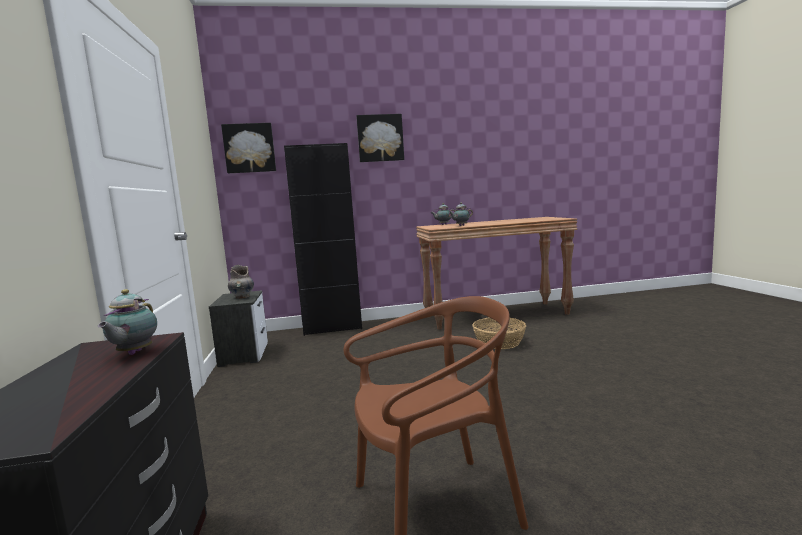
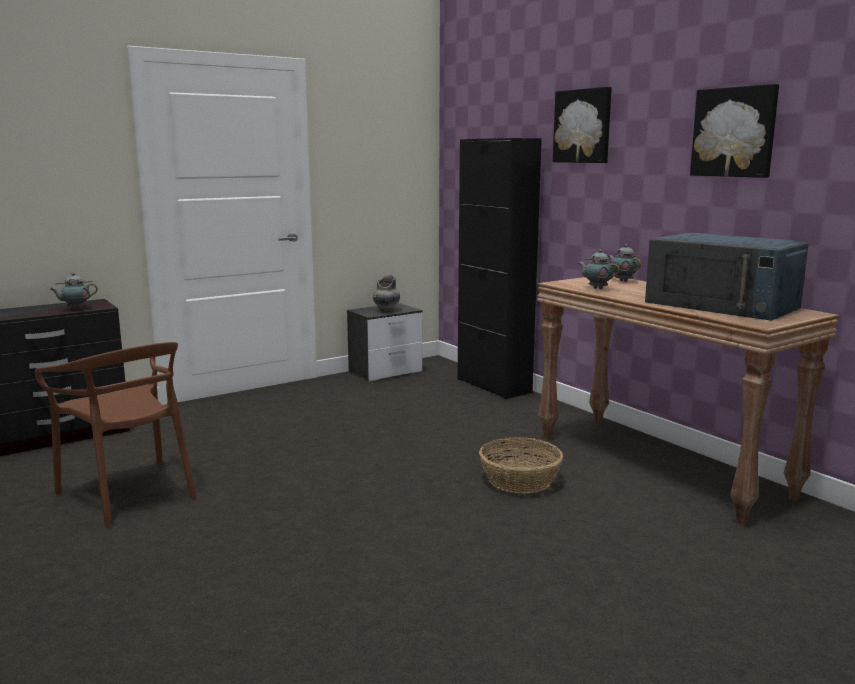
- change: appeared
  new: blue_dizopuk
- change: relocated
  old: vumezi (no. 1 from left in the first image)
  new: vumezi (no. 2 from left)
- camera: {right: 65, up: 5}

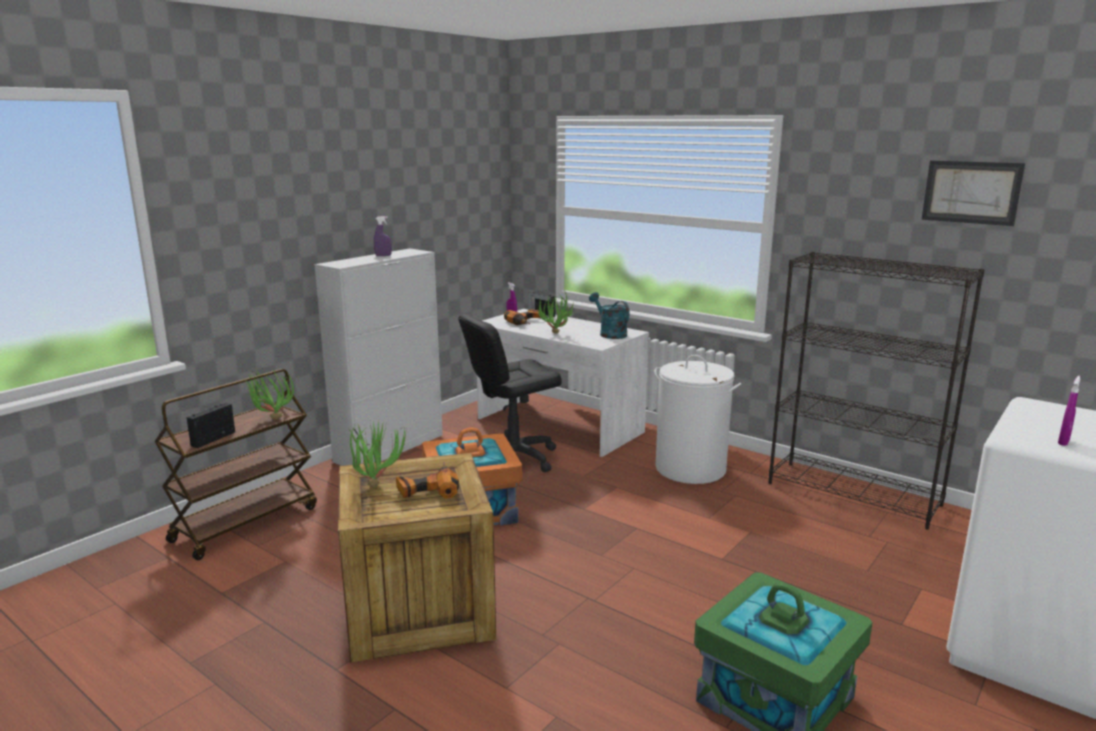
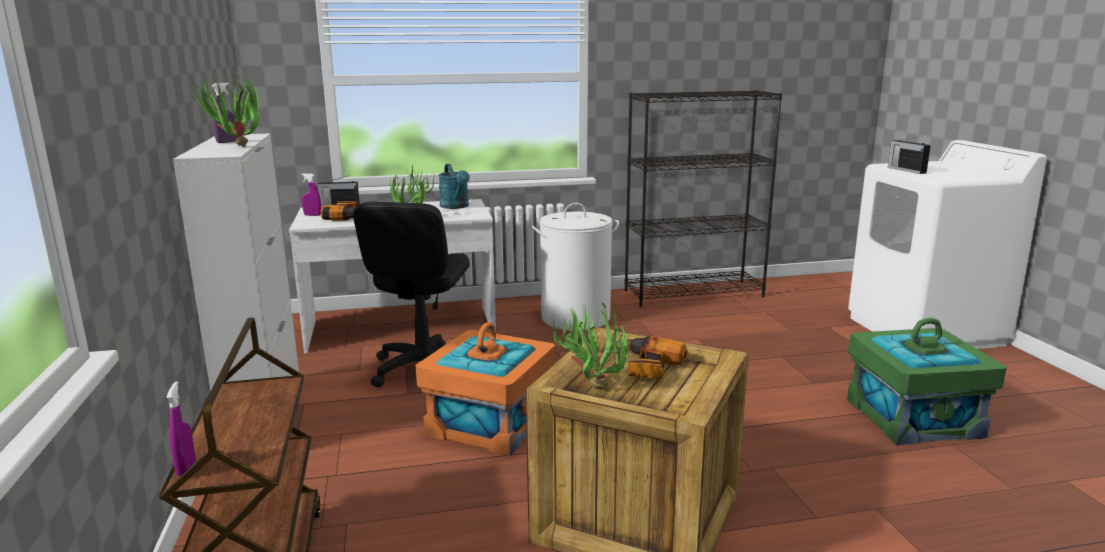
- change: relocated
  old: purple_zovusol (no. 3 from left in the first image)
  new: purple_zovusol (no. 1 from left)
- change: relocated
  old: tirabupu (no. 1 from left)
- change: spun
  old: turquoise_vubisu
  degrees: -120
- change: relocated
  old: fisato (no. 1 from left in the first image)
  new: fisato (no. 2 from left)
- change: missing
  old: vumezi
- camera: {right: -50, up: 0}

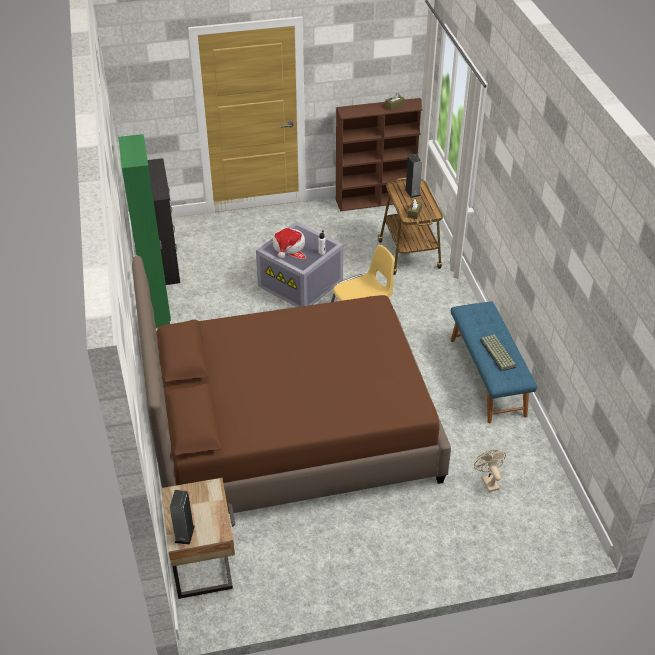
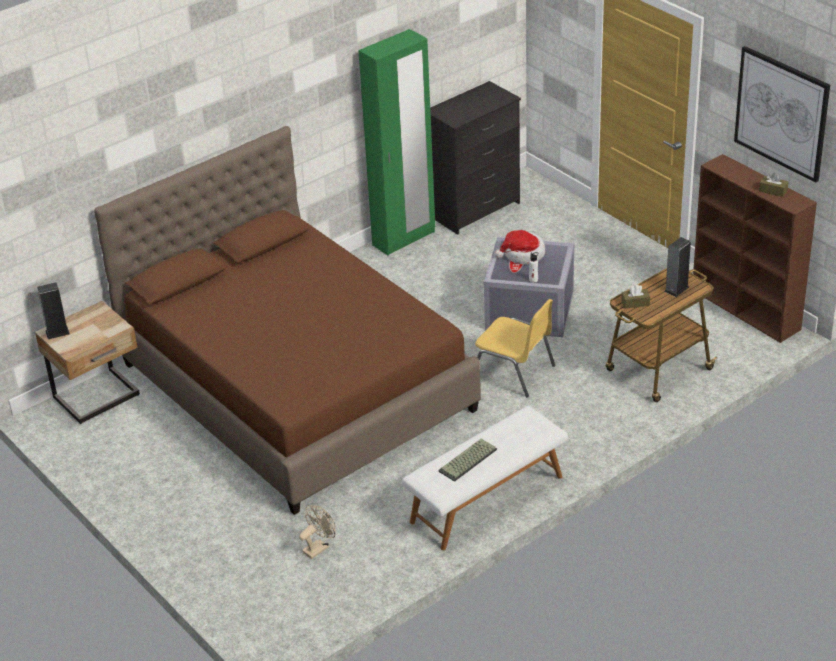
- change: colour
  old: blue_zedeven
  new: white_zedeven
- change: appeared
  new: vumezi
- camera: {right: 65, up: -5}

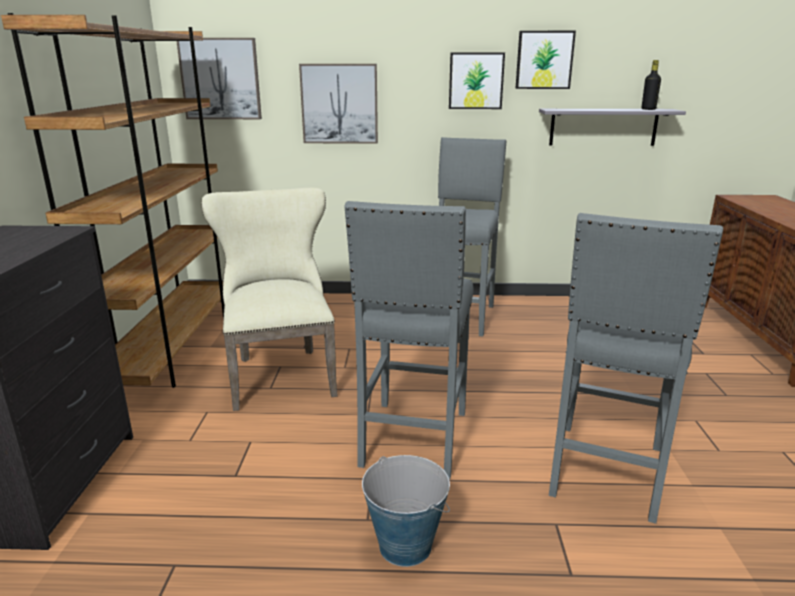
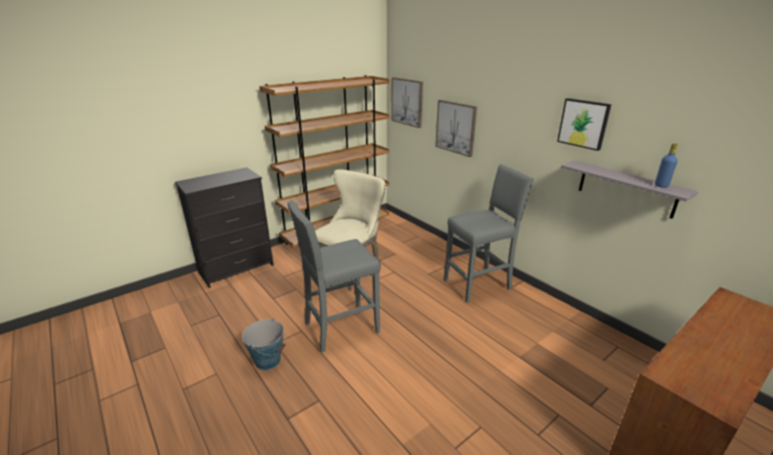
- change: colour
  old: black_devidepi
  new: blue_devidepi
- change: missing
  old: vumezi (no. 3 from left)
- change: missing
  old: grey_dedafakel (no. 3 from left)
- camera: {right: 50, up: 5}

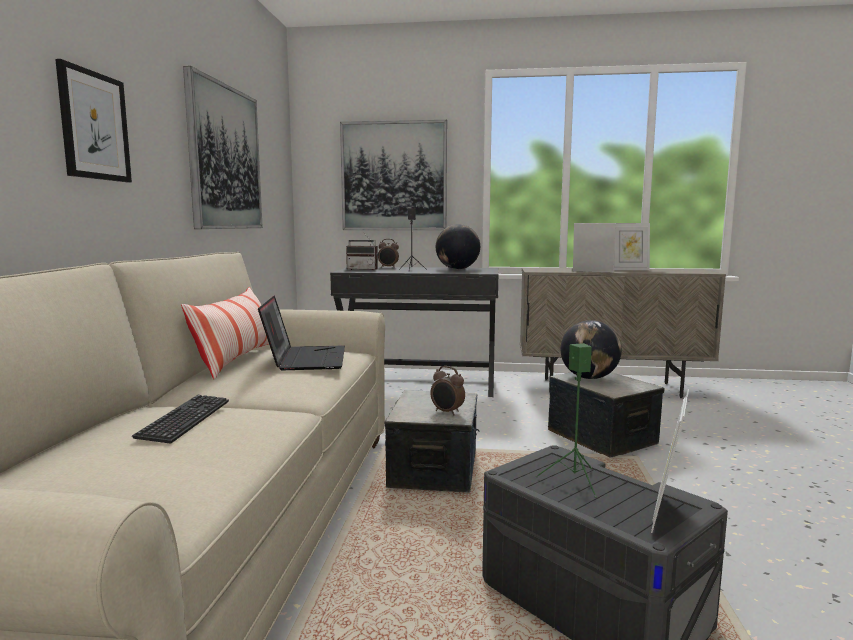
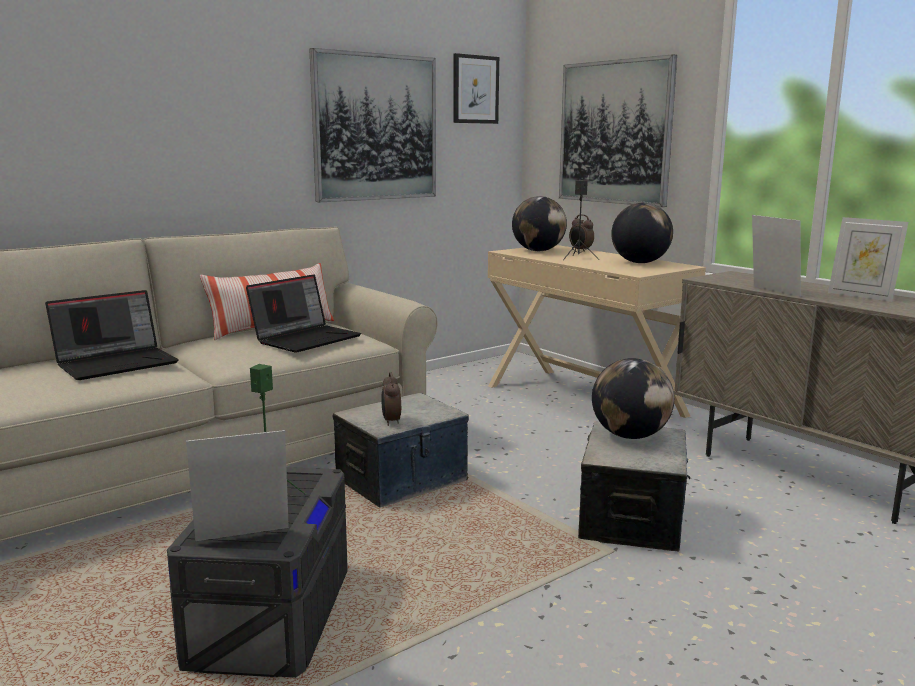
- change: exchanged
  old: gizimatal
  new: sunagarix (no. 1 from left)
- change: relocated
  old: vumezi (no. 1 from left in the first image)
  new: vumezi (no. 2 from left)
- change: colour
  old: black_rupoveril
  new: beige_rupoveril
- change: exchanged
  old: fisato
  new: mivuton (no. 1 from left)
- camera: {right: 45, up: 5}

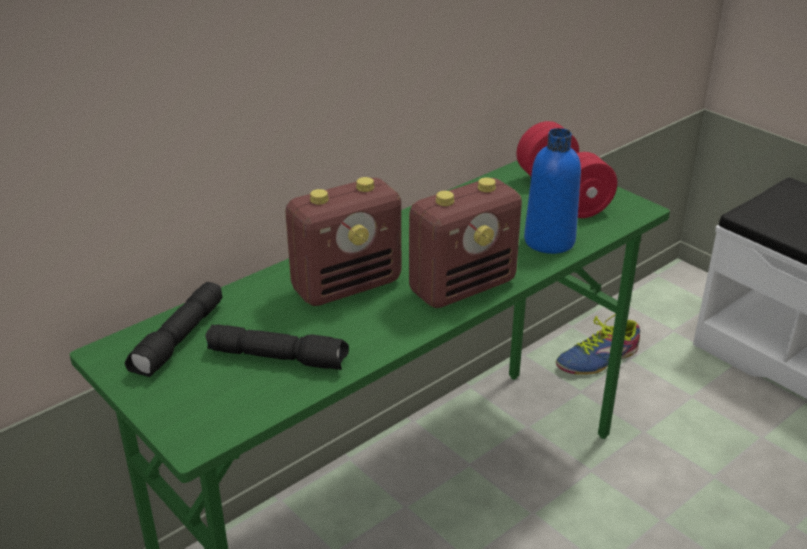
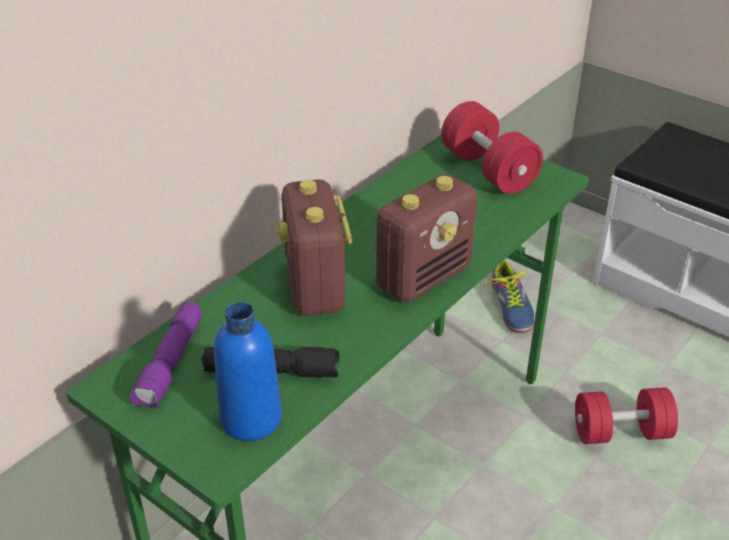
- change: colour
  old: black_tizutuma (no. 1 from left)
  new: purple_tizutuma
- change: relocated
  old: blue_devidepi
- change: spun
  old: fisato (no. 1 from left)
  degrees: 120
- change: spun
  old: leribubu
  degrees: -60
- change: appeared
  new: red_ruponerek (no. 2 from left)
- camera: {right: -10, up: 5}

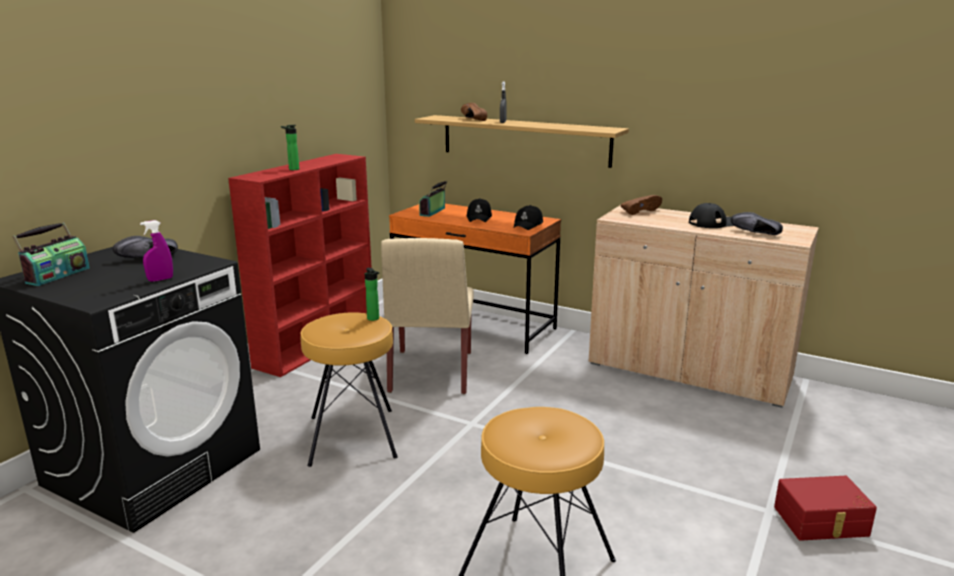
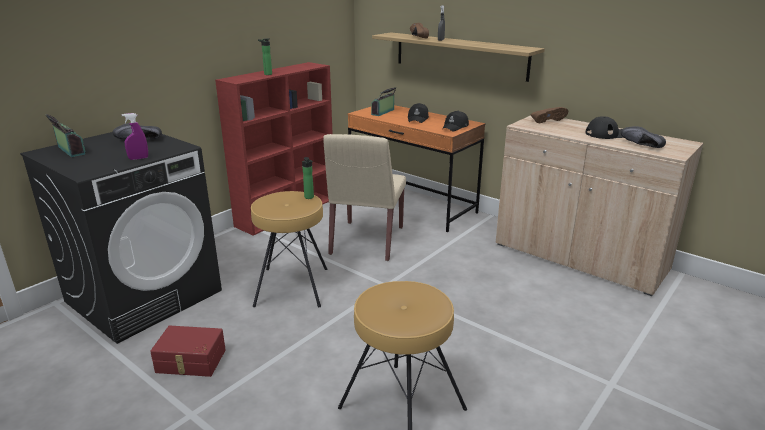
- change: spun
  old: fisato (no. 1 from left)
  degrees: -75
- change: relocated
  old: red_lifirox
- camera: {right: 10, up: 5}

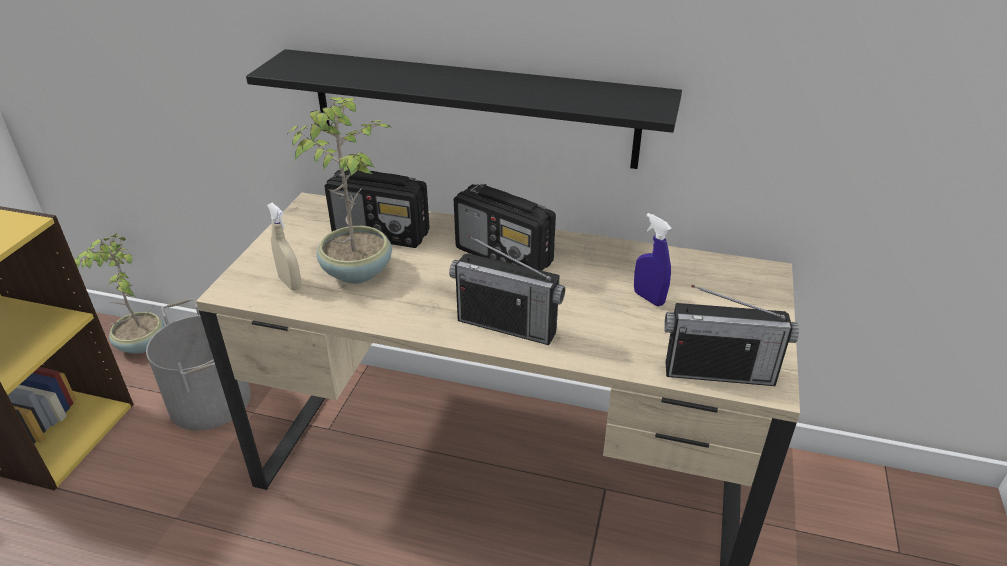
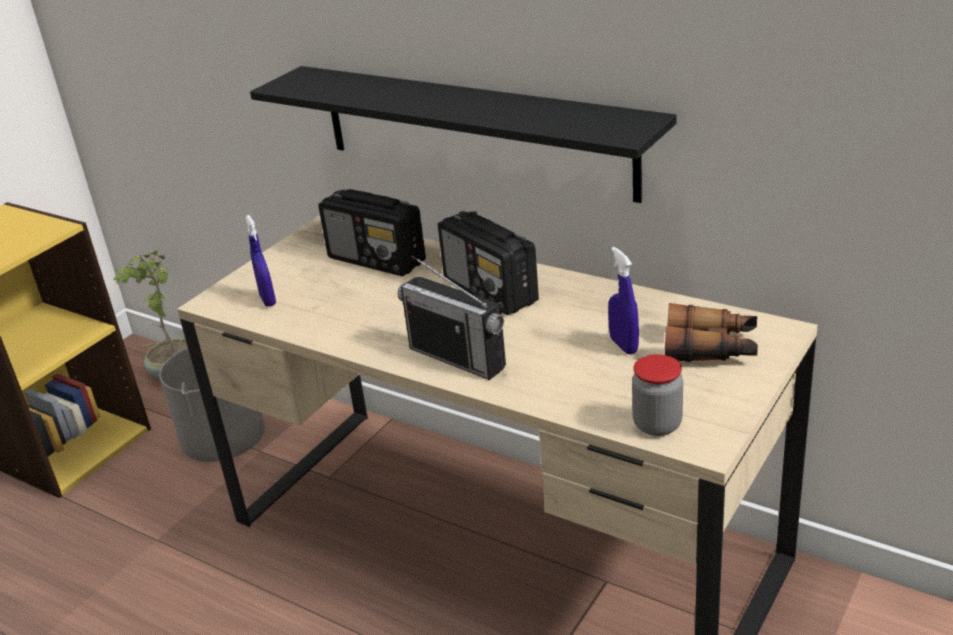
- change: colour
  old: beige_zovusol
  new: blue_zovusol (no. 1 from left)
- change: exchanged
  old: fisato (no. 4 from left)
  new: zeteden
- change: appeared
  new: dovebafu
- change: missing
  old: tirabupu (no. 2 from left)
- camera: {right: 20, up: -5}

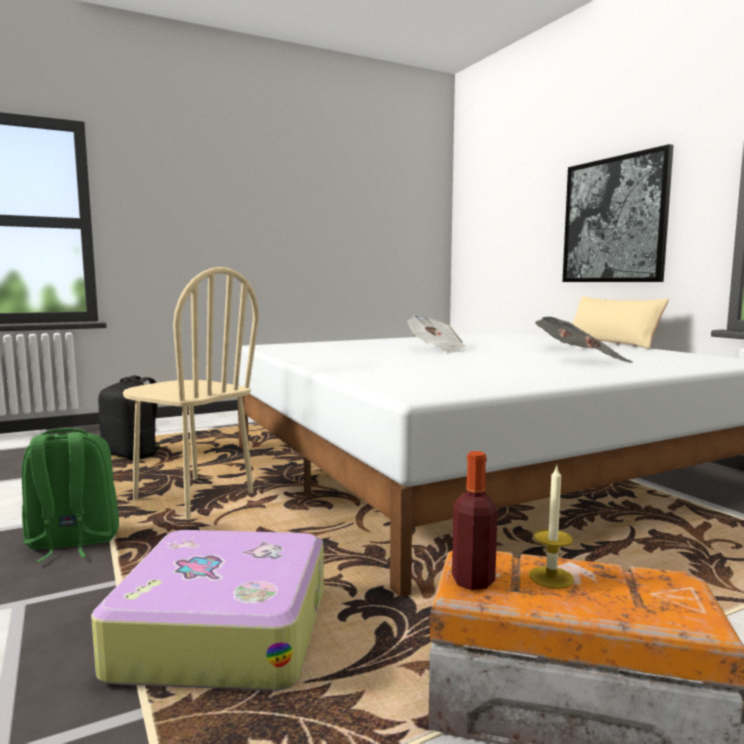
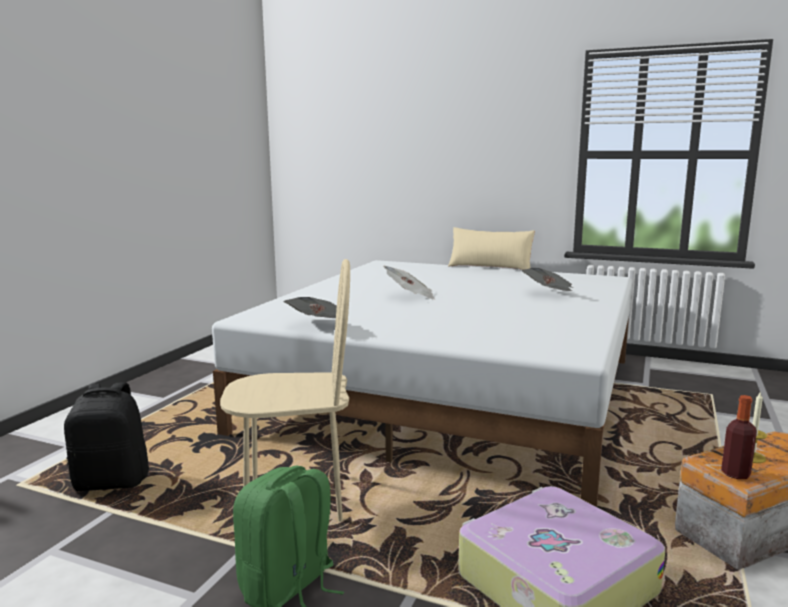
- change: relocated
  old: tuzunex (no. 2 from left in the first image)
  new: tuzunex (no. 1 from left)
- change: missing
  old: vumezi
- camera: {right: -40, up: 5}

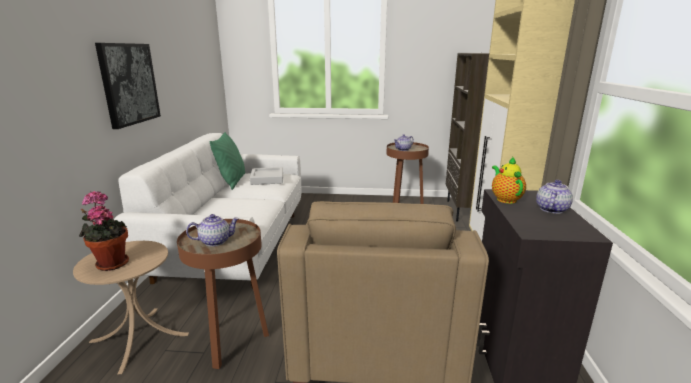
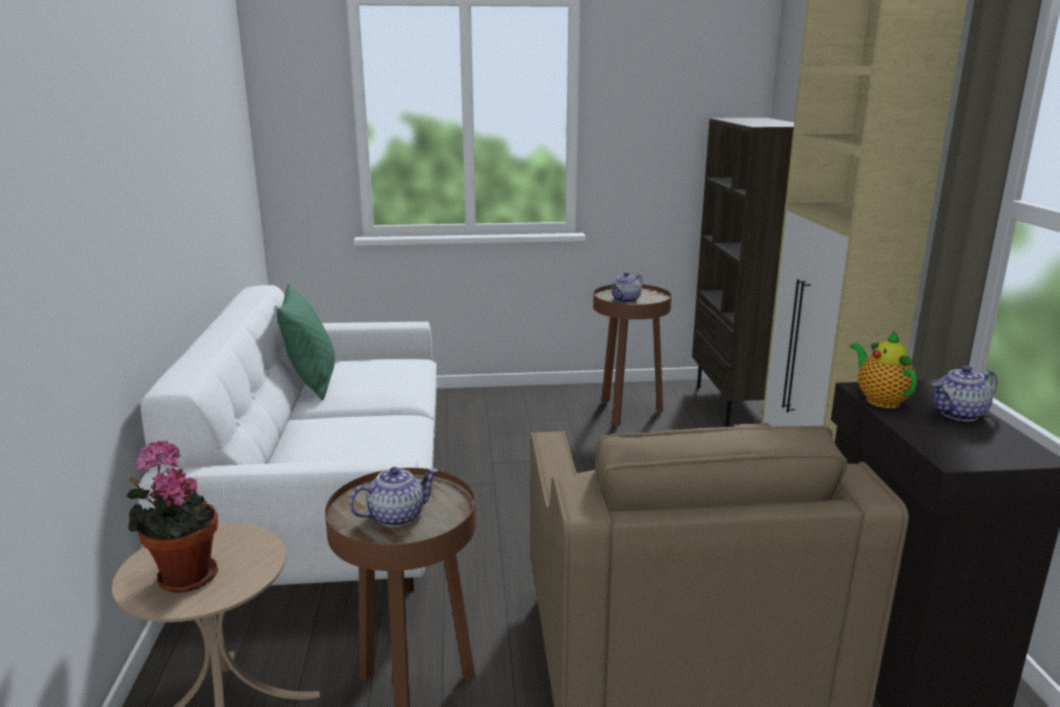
- change: spun
  old: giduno (no. 4 from left)
  degrees: -135
- change: missing
  old: vumezi
- change: missing
  old: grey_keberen
- camera: {right: -10, up: 0}

